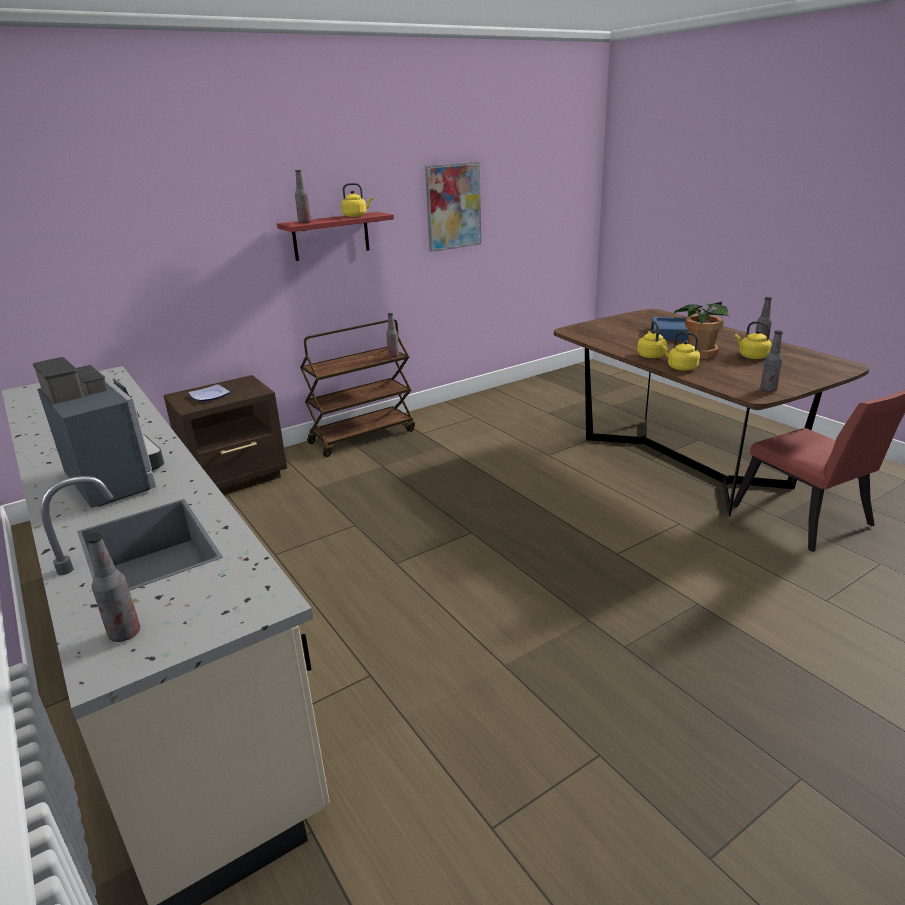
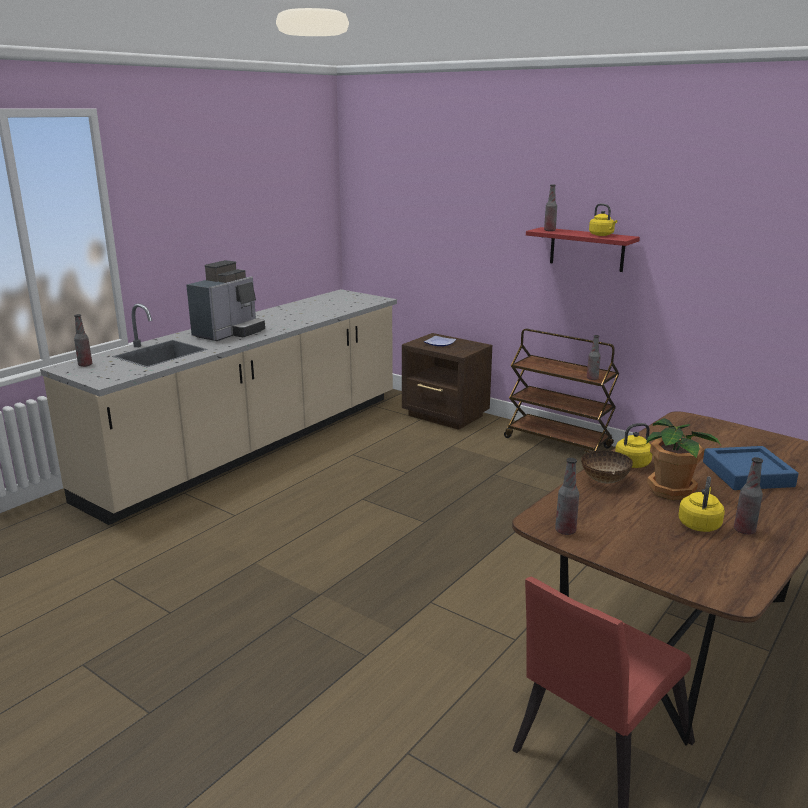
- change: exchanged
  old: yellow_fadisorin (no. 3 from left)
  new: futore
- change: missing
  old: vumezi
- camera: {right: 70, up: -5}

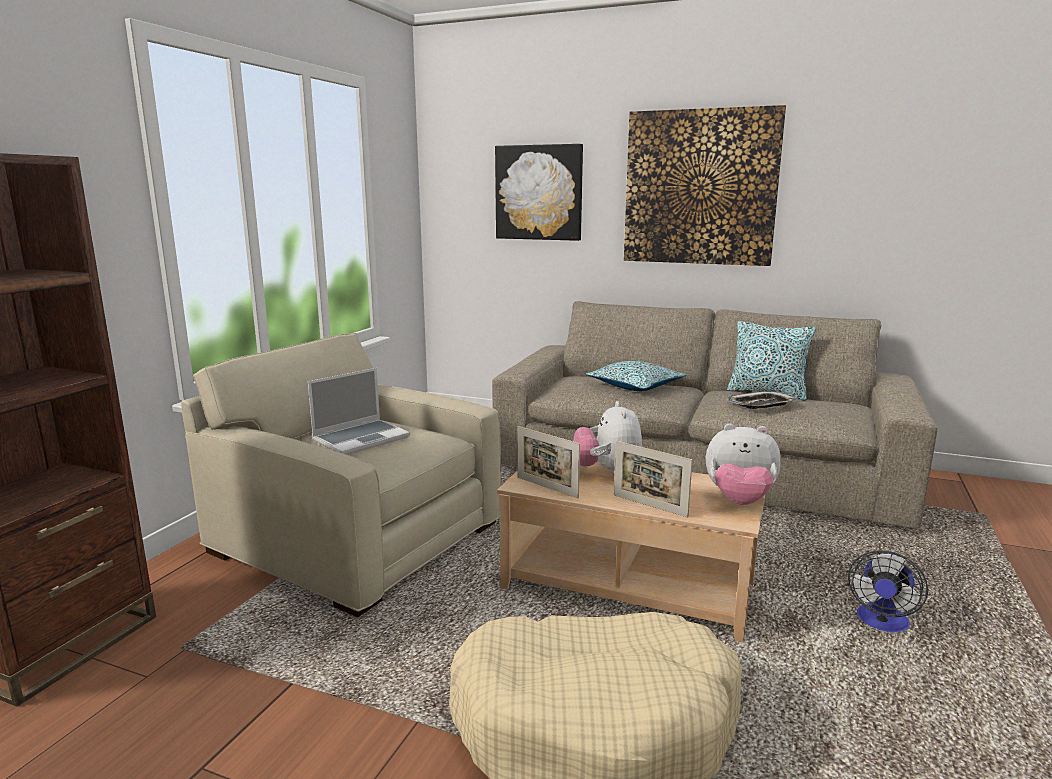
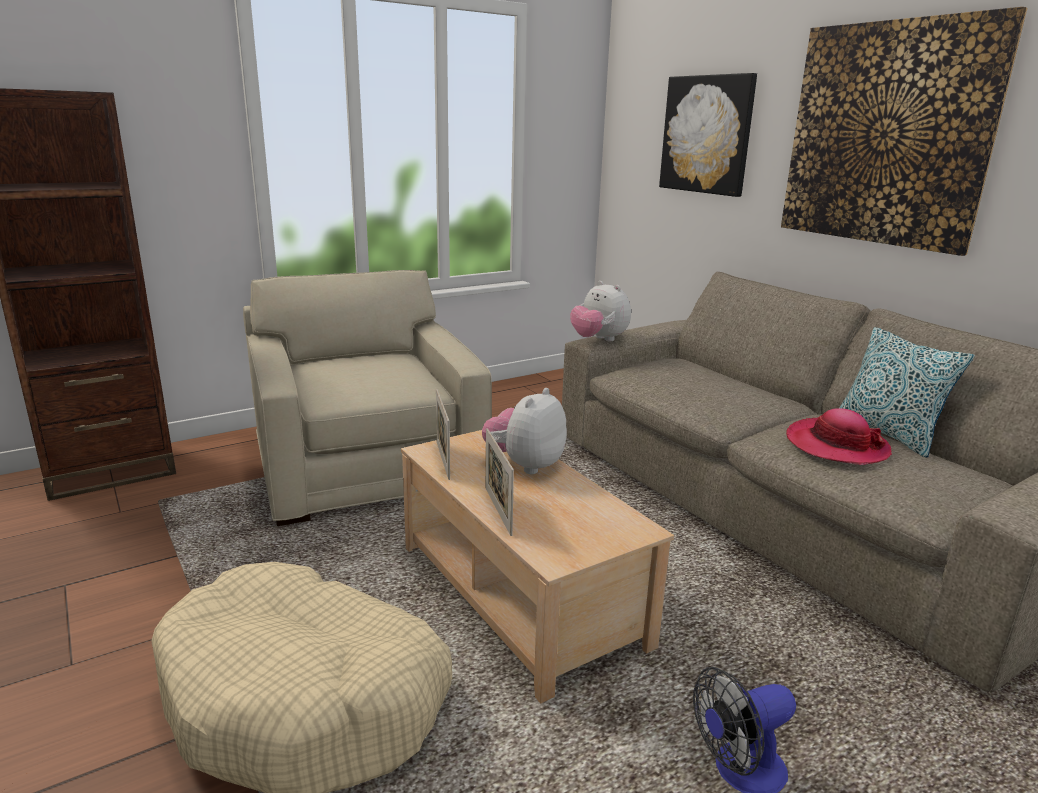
- change: relocated
  old: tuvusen (no. 2 from left)
- change: exchanged
  old: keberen
  new: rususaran
- change: missing
  old: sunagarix
- change: missing
  old: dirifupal (no. 1 from left)
- camera: {right: 35, up: 5}

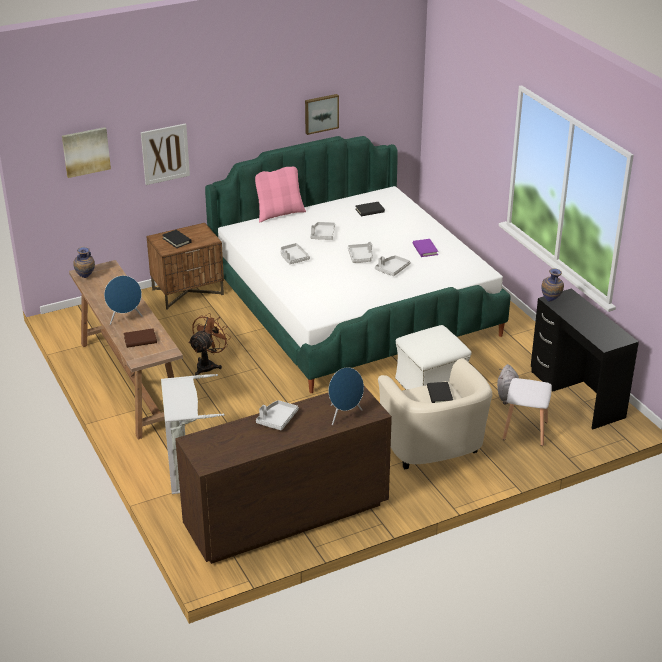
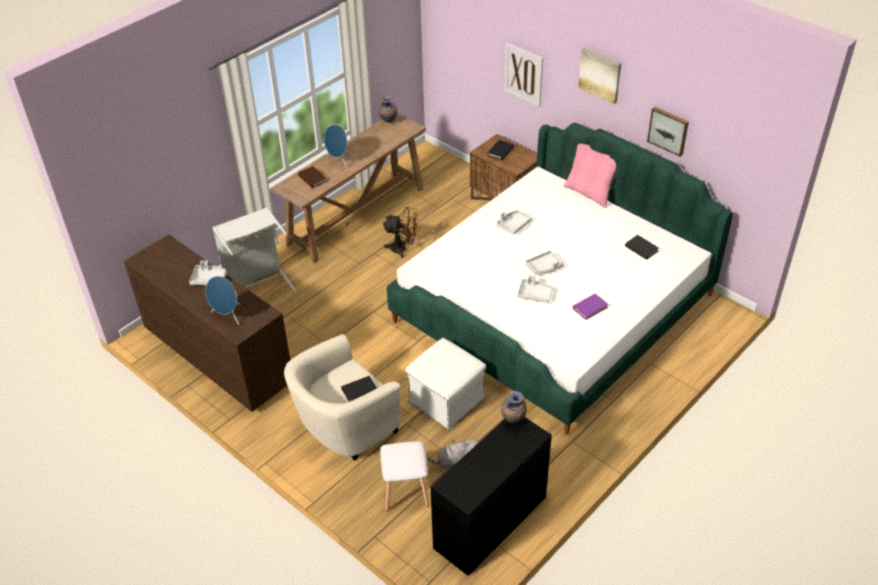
- change: relocated
  old: vumezi (no. 1 from left in the first image)
  new: vumezi (no. 2 from left)
- change: missing
  old: grey_keberen (no. 3 from left)
- camera: {right: 70, up: 10}

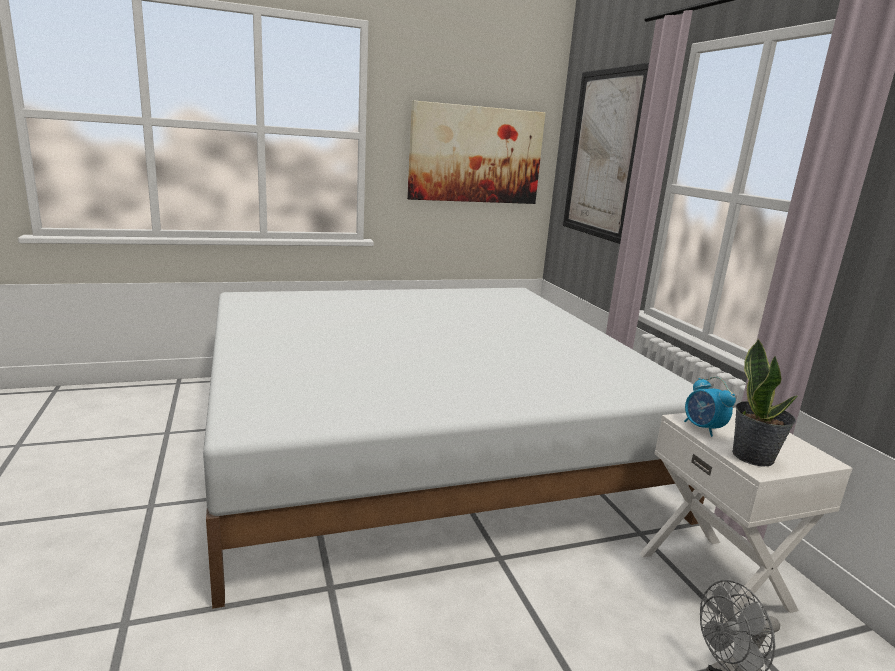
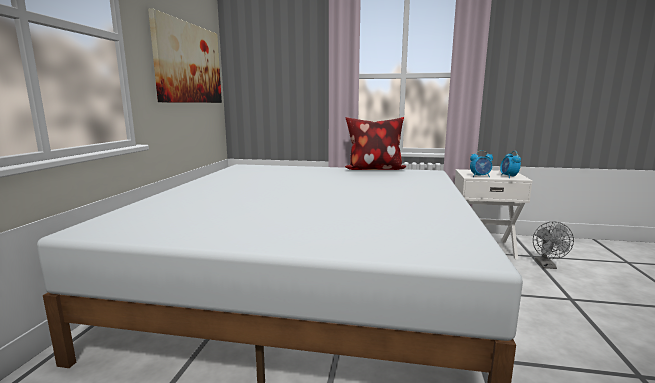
- change: appeared
  new: dirifupal
- change: exchanged
  old: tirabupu
  new: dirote (no. 2 from left)
- change: missing
  old: vumezi (no. 2 from left)
- camera: {right: -60, up: -5}

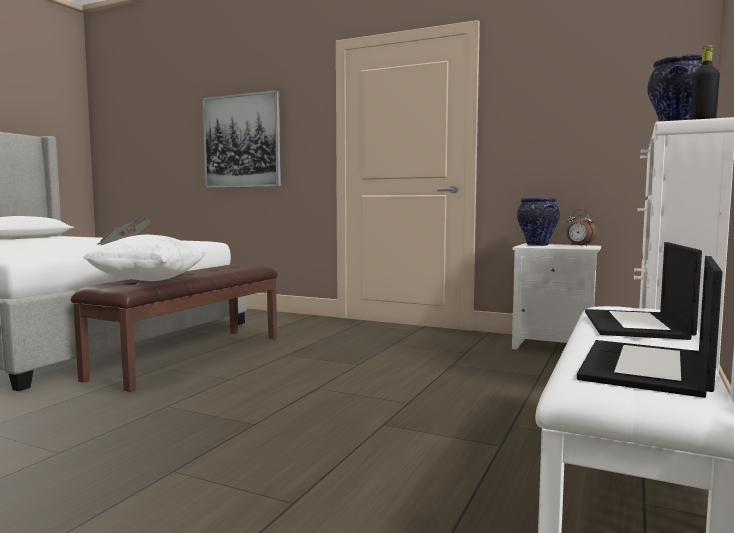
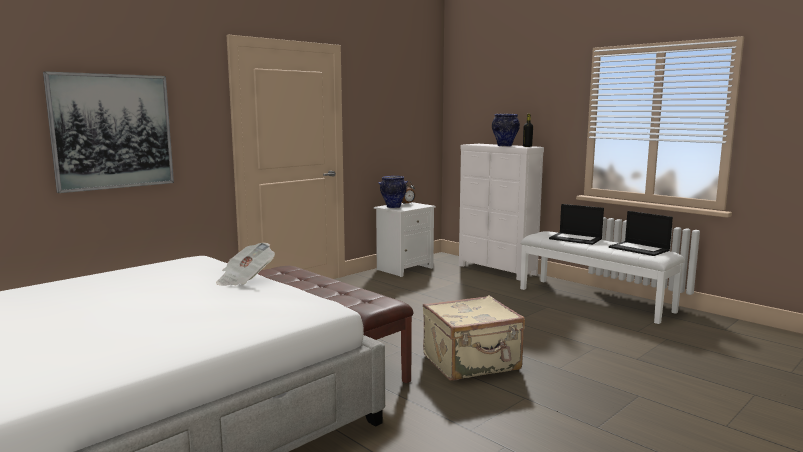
- change: appeared
  new: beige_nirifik
- change: missing
  old: white_dirifupal
- camera: {right: -70, up: 5}

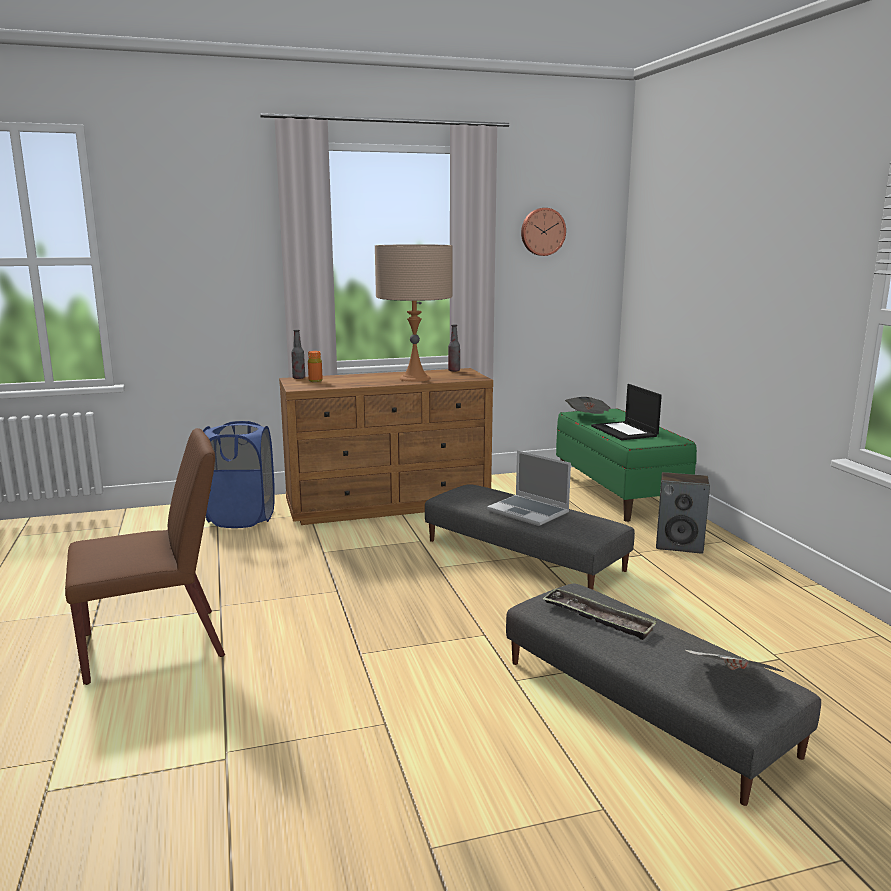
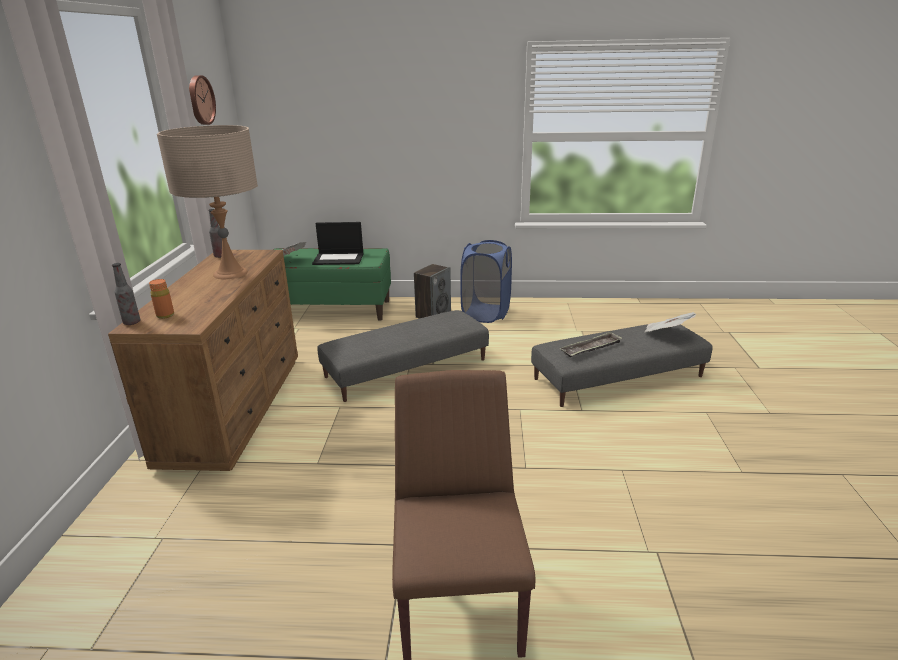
- change: relocated
  old: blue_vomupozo
- change: missing
  old: sunagarix (no. 1 from left)
- camera: {right: -70, up: 10}

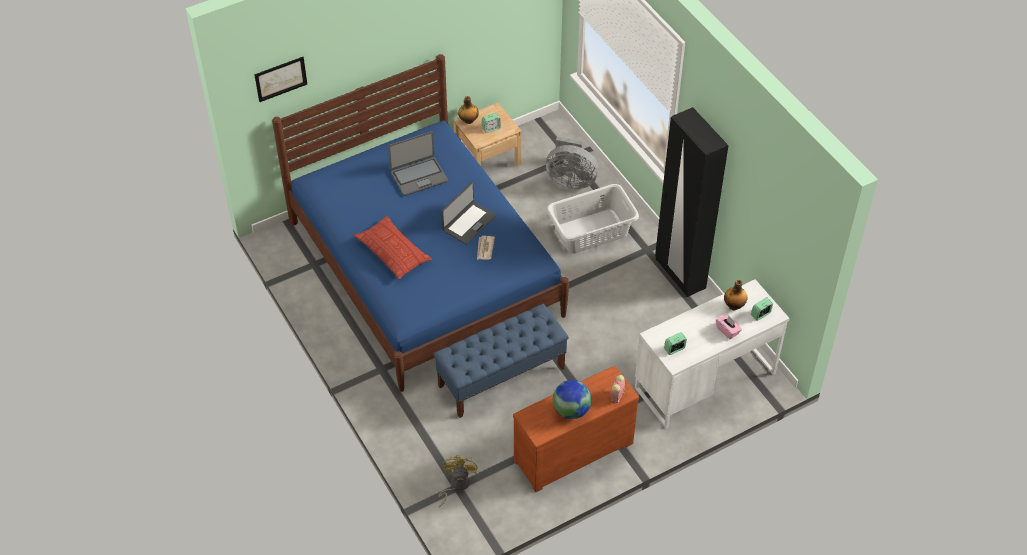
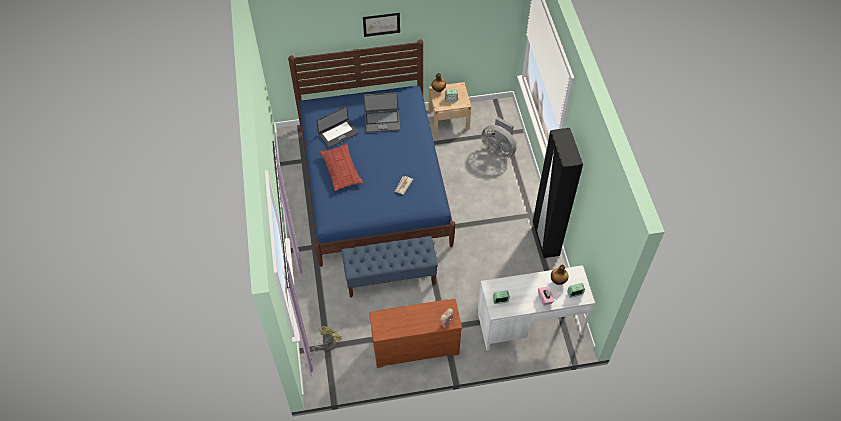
- change: relocated
  old: sunagarix (no. 2 from left in the first image)
  new: sunagarix (no. 1 from left)
- change: relocated
  old: vumezi
- change: missing
  old: grey_vomupozo
- change: missing
  old: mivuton
- camera: {right: 20, up: 5}

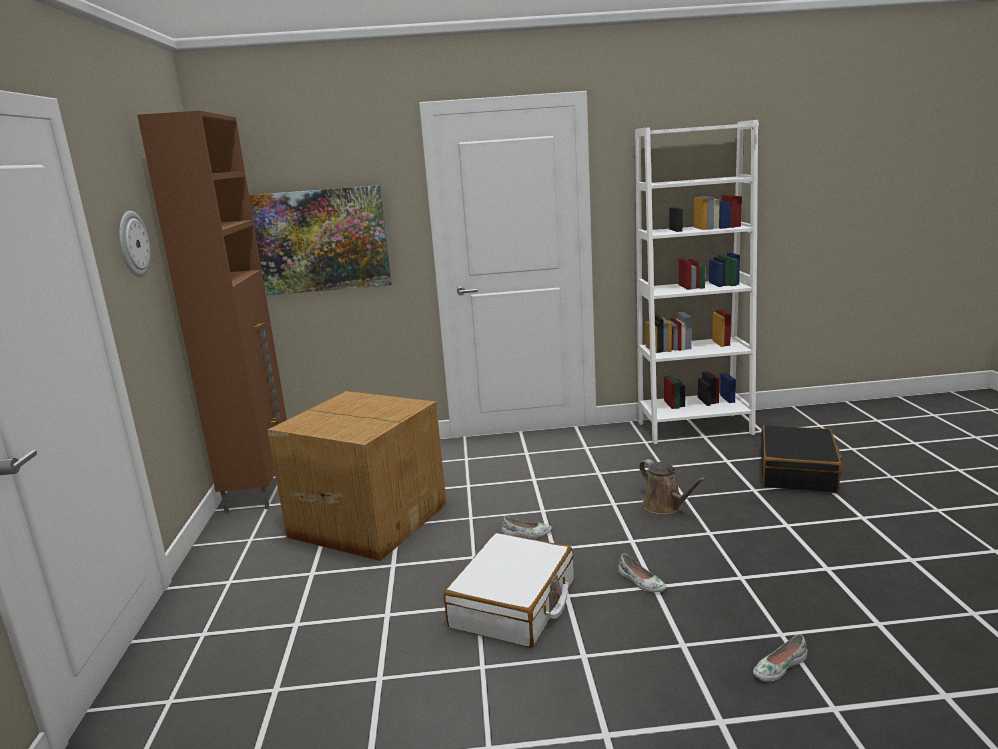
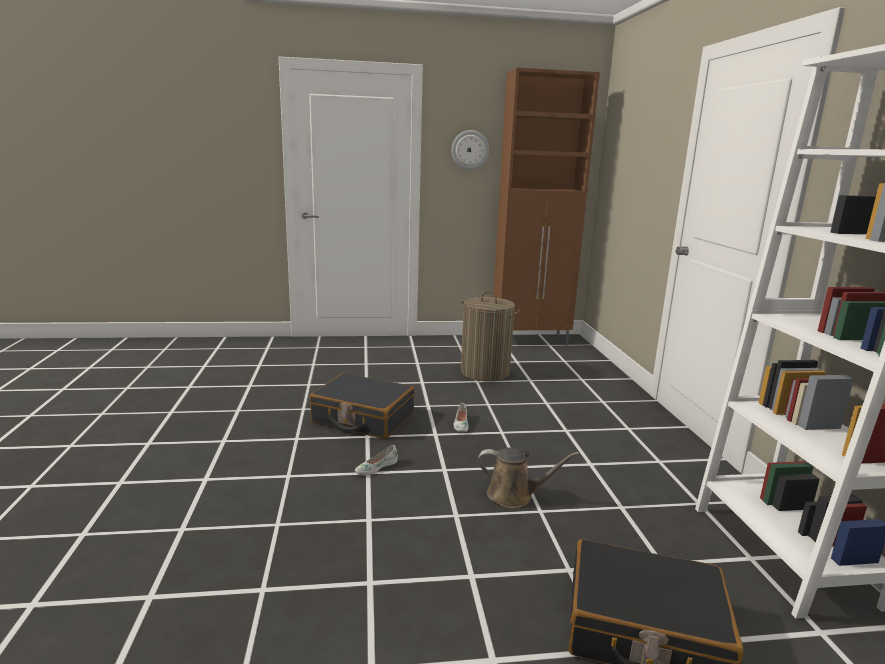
- change: colour
  old: white_nirifik
  new: black_nirifik (no. 1 from left)
- change: exchanged
  old: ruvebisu
  new: vomupozo
- change: spun
  old: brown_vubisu
  degrees: -135
- change: missing
  old: vumezi
- change: missing
  old: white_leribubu (no. 3 from left)
- camera: {right: 85, up: 0}

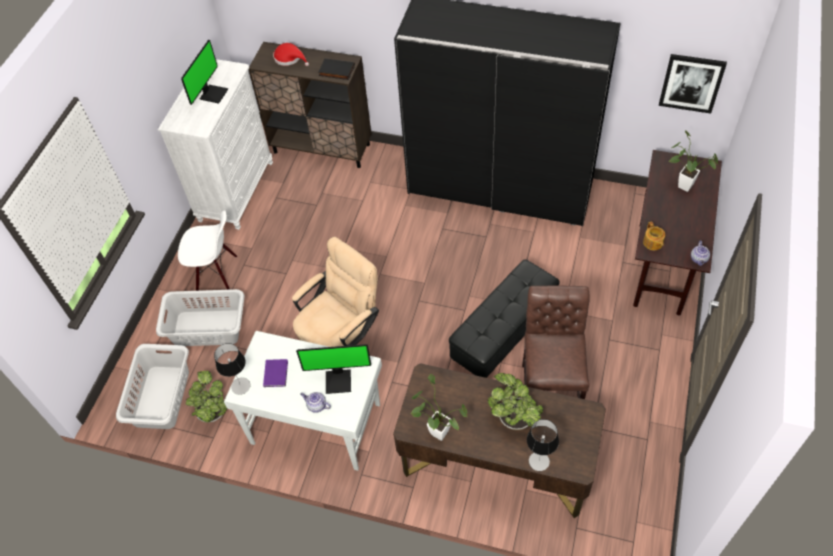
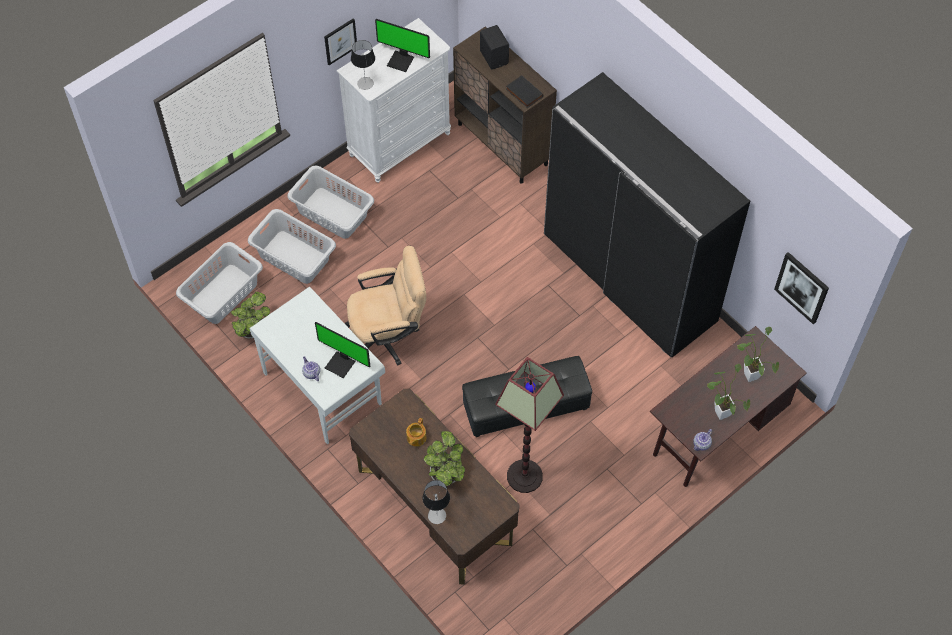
- change: exchanged
  old: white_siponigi
  new: grey_vomupozo (no. 3 from left)
- change: appeared
  new: vumezi (no. 1 from left)
- change: relocated
  old: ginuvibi (no. 1 from left)
- change: spun
  old: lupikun (no. 1 from left in the first image)
  degrees: 60
- change: relocated
  old: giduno (no. 2 from left)
- change: exchanged
  old: red_rususaran
  new: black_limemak
- change: exchanged
  old: brown_siponigi
  new: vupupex
- change: relocated
  old: tirabupu (no. 2 from left in the first image)
  new: tirabupu (no. 3 from left)
- change: missing
  old: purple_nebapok
- camera: {right: 30, up: 5}

